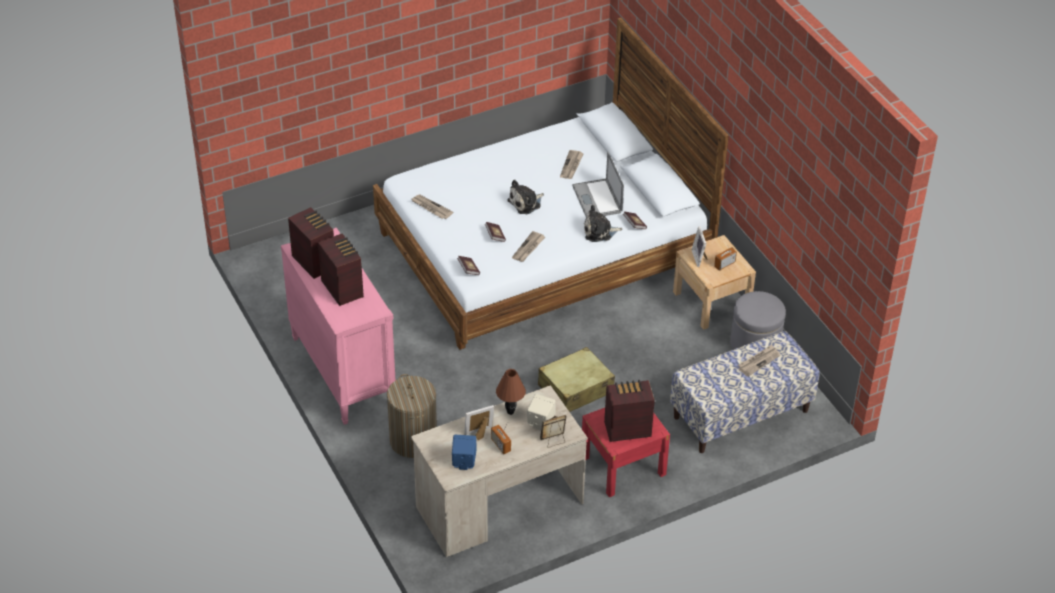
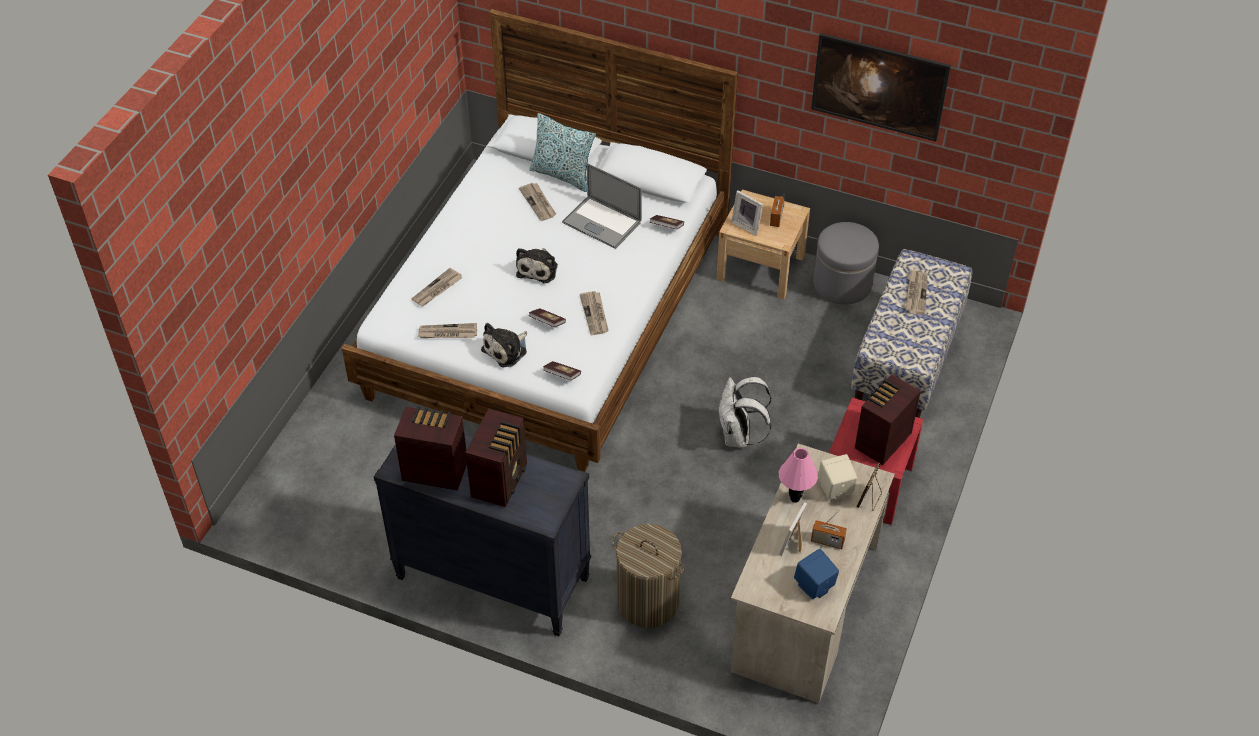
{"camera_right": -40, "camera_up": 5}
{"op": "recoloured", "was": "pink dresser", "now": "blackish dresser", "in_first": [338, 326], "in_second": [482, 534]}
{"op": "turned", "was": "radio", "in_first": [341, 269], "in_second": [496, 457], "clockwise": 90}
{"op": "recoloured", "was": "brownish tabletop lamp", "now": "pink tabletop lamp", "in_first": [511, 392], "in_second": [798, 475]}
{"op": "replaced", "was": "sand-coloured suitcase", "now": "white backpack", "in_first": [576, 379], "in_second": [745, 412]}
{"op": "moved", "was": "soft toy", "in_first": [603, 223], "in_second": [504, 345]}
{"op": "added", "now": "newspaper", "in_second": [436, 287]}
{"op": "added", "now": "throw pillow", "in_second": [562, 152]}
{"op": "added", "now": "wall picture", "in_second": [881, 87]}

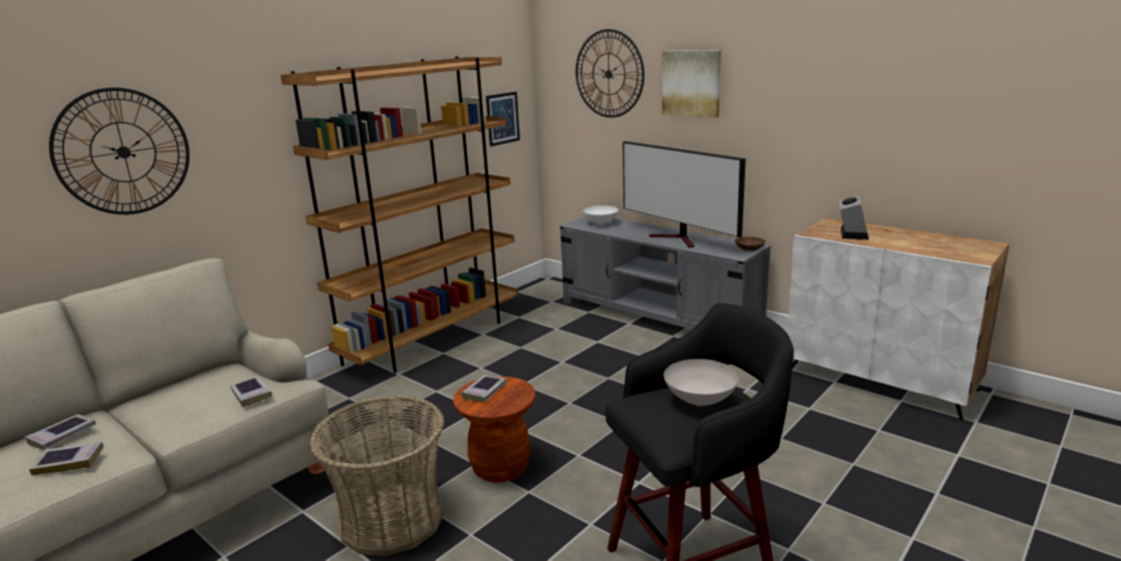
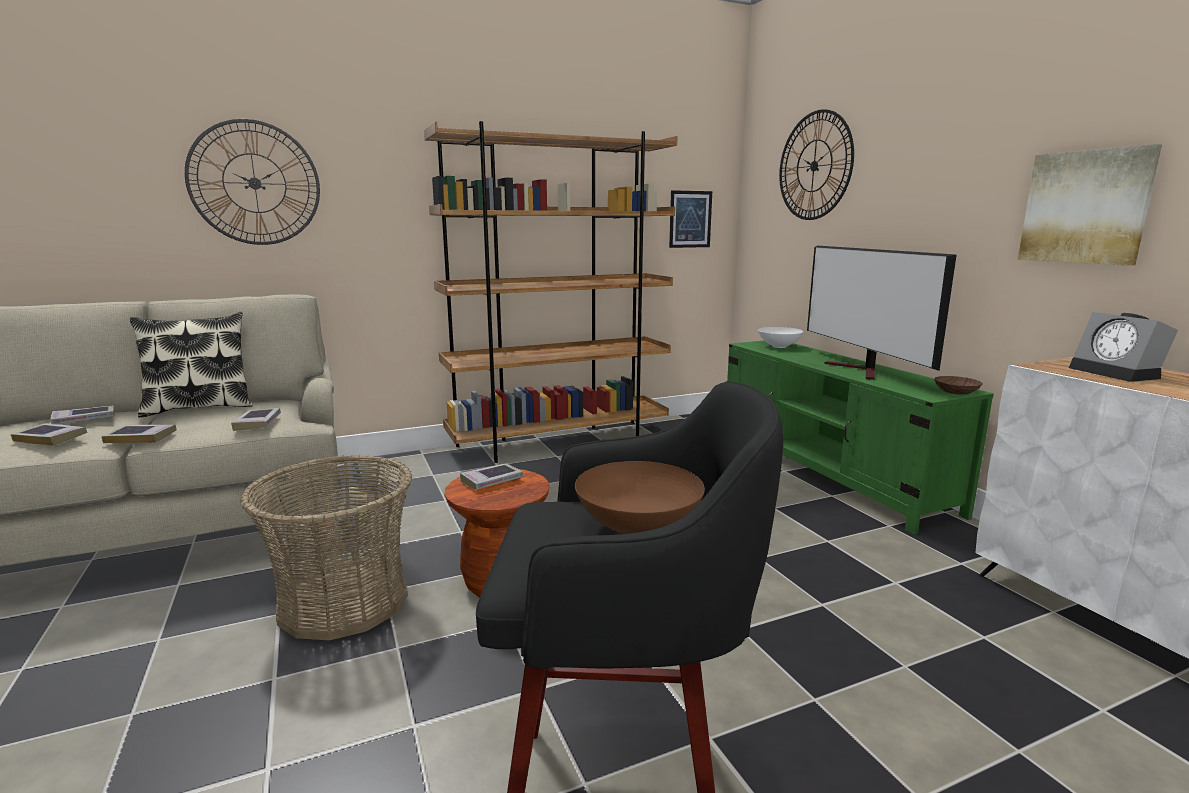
{"camera_right": 25, "camera_up": -5}
{"op": "recoloured", "was": "gray media console", "now": "green media console", "in_first": [665, 273], "in_second": [860, 437]}
{"op": "moved", "was": "wall picture", "in_first": [691, 84], "in_second": [1090, 204]}
{"op": "recoloured", "was": "white bowl", "now": "brownish bowl", "in_first": [701, 382], "in_second": [640, 497]}
{"op": "turned", "was": "alarm clock", "in_first": [854, 217], "in_second": [1123, 347], "clockwise": 120}
{"op": "added", "now": "book", "in_second": [139, 434]}
{"op": "added", "now": "throw pillow", "in_second": [191, 364]}

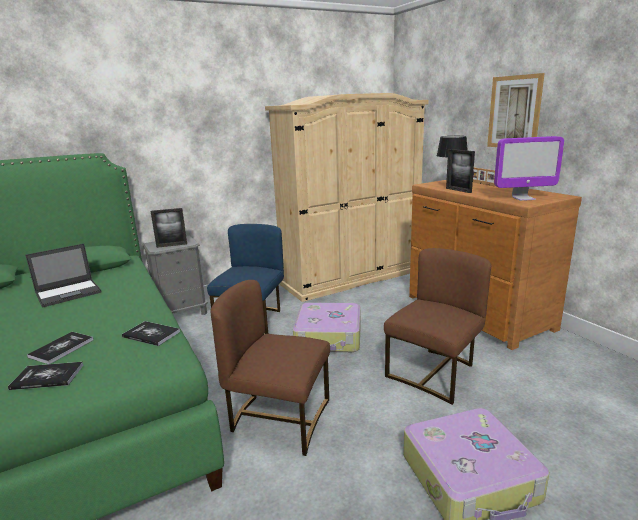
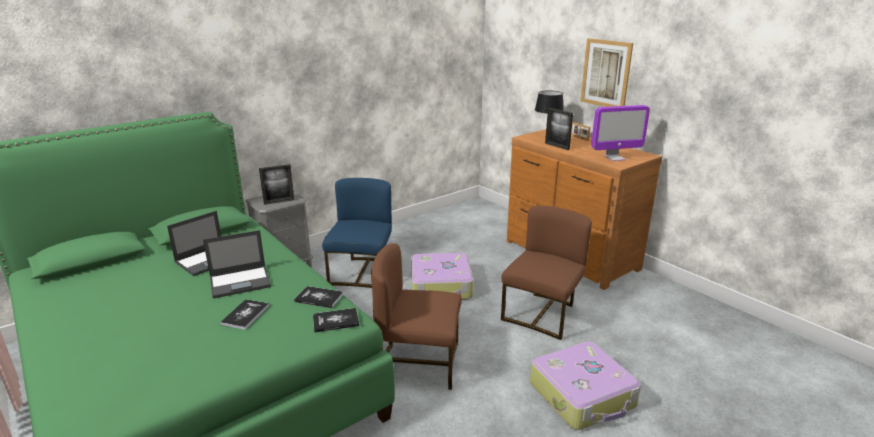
{"camera_right": -10, "camera_up": 5}
{"op": "moved", "was": "book", "in_first": [45, 376], "in_second": [336, 320]}
{"op": "removed", "was": "sand-coloured clothes cupboard", "in_first": [347, 197]}
{"op": "added", "now": "laptop", "in_second": [237, 264]}

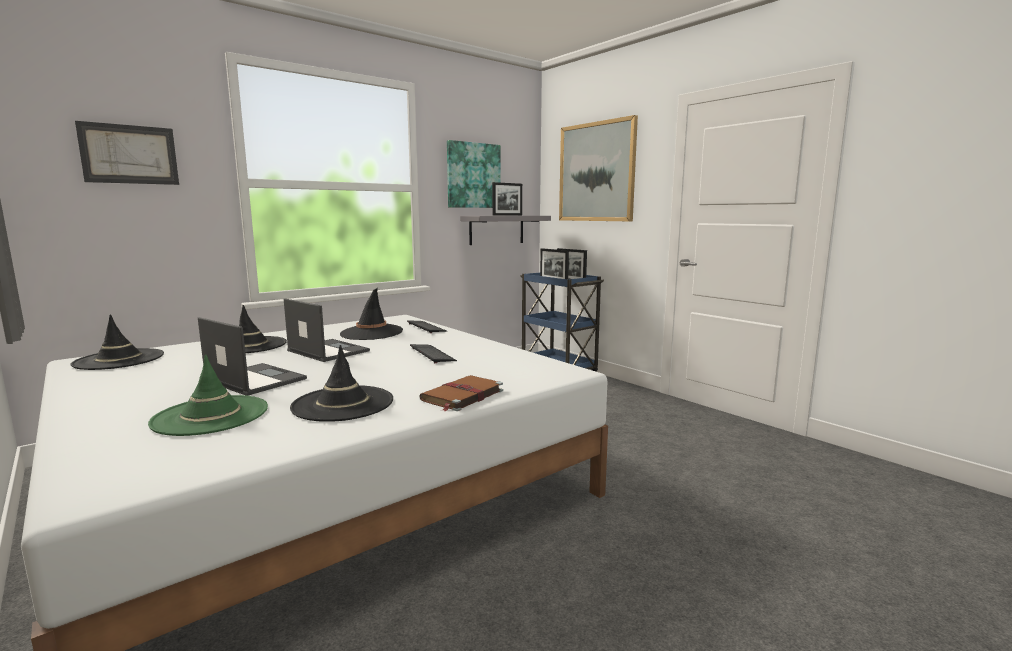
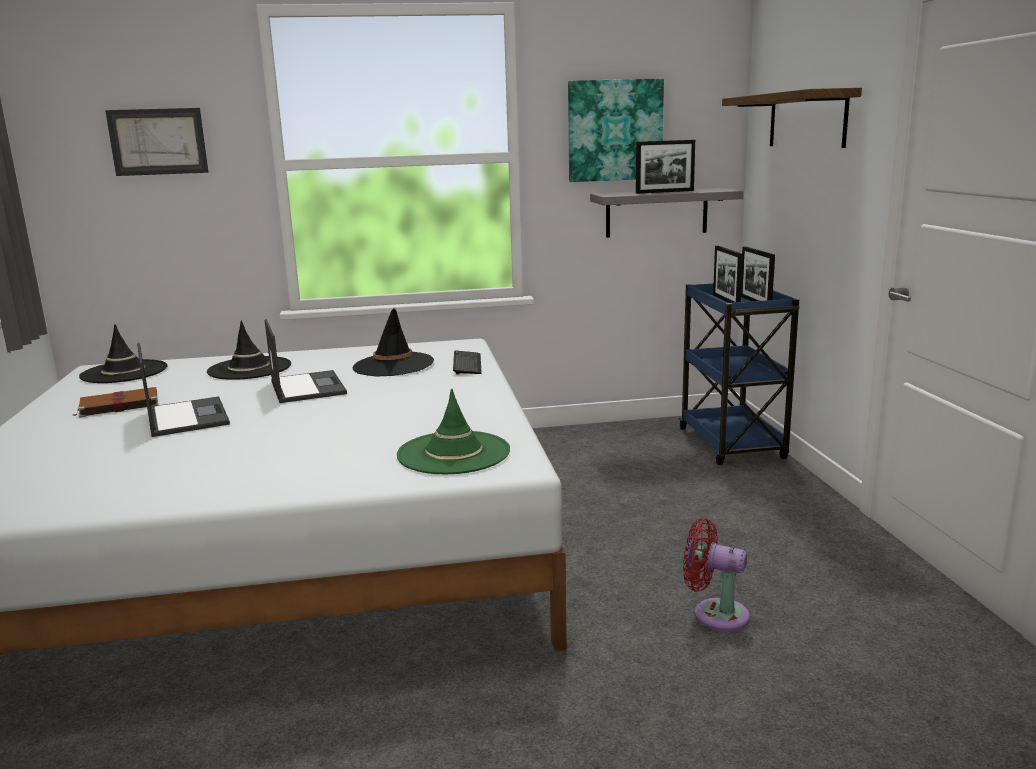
{"camera_right": 30, "camera_up": 5}
{"op": "moved", "was": "green clothing hat", "in_first": [208, 395], "in_second": [453, 431]}
{"op": "removed", "was": "blackish clothing hat", "in_first": [341, 383]}
{"op": "removed", "was": "PC keyboard", "in_first": [433, 354]}
{"op": "moved", "was": "brownish book", "in_first": [461, 393], "in_second": [115, 402]}
{"op": "replaced", "was": "wall picture", "now": "shelf", "in_first": [598, 168], "in_second": [792, 118]}
{"op": "added", "now": "reddish cooling fan", "in_second": [716, 574]}

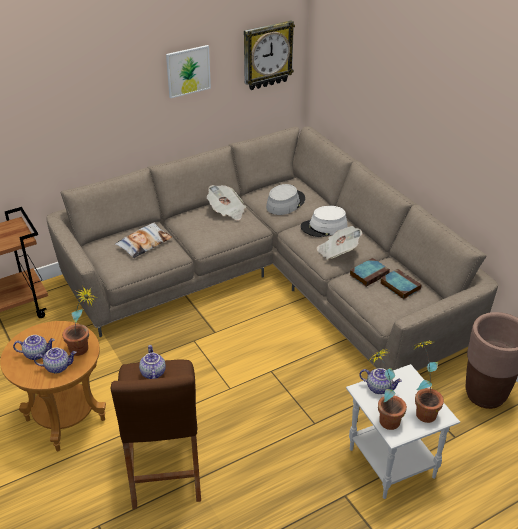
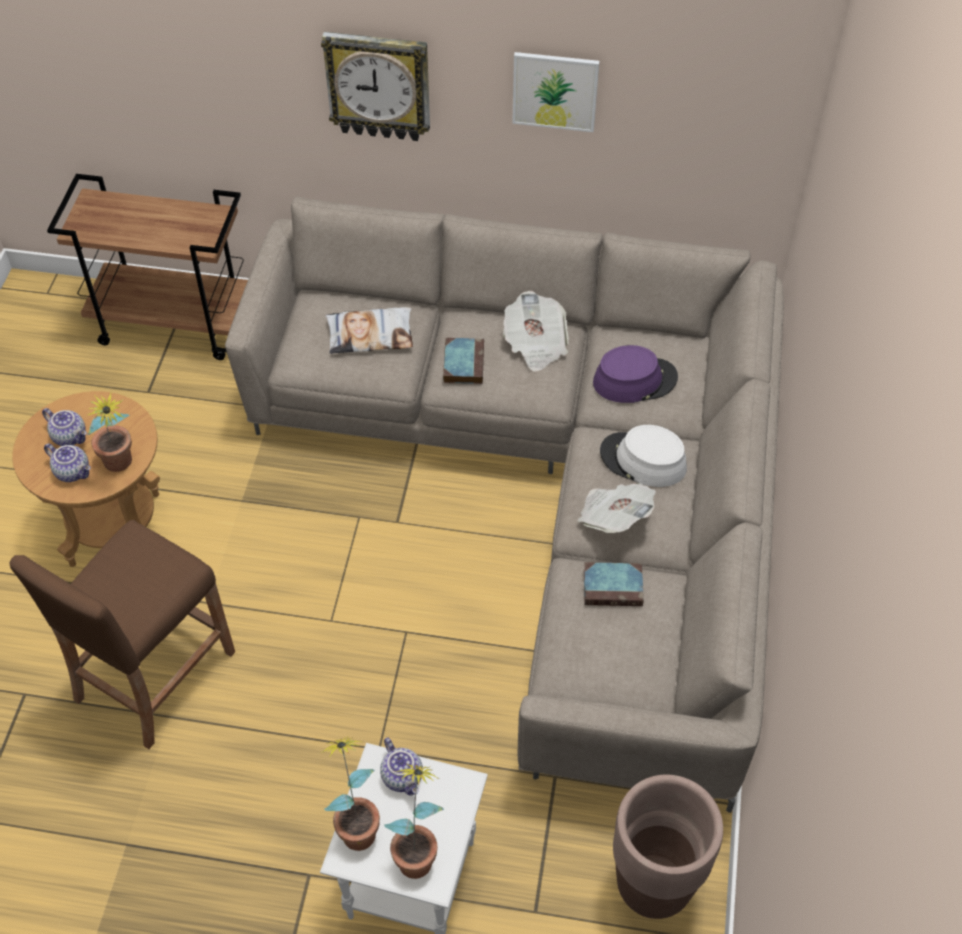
{"camera_right": 40, "camera_up": 15}
{"op": "removed", "was": "teapot", "in_first": [152, 362]}
{"op": "moved", "was": "wall clock", "in_first": [269, 55], "in_second": [375, 86]}
{"op": "recoloured", "was": "gray clothing hat", "now": "purple-coloured clothing hat", "in_first": [285, 199], "in_second": [635, 374]}
{"op": "moved", "was": "book", "in_first": [401, 284], "in_second": [463, 361]}

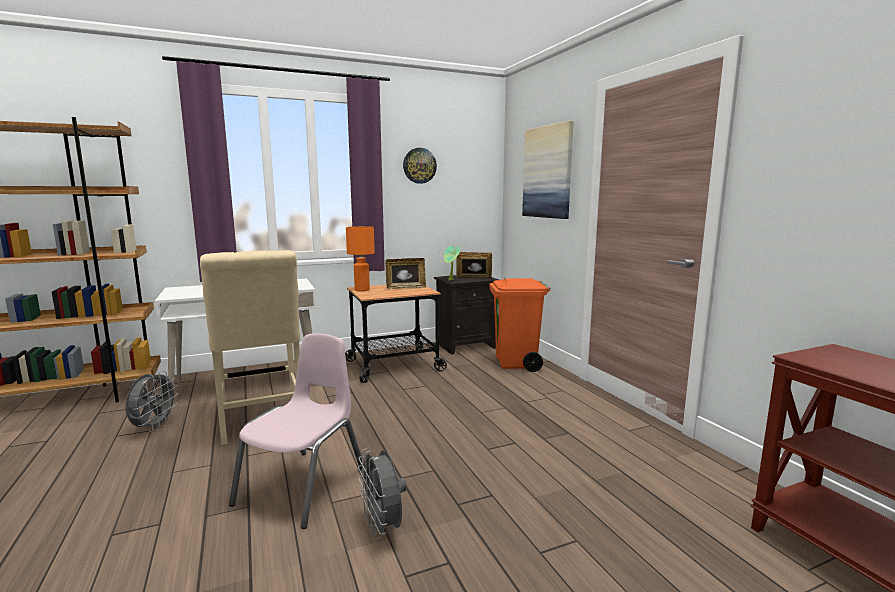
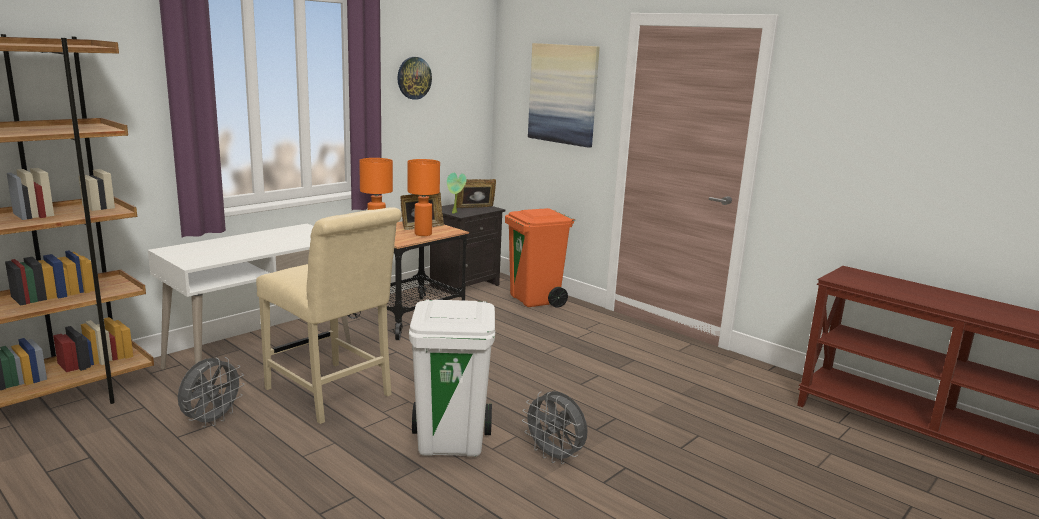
{"camera_right": -25, "camera_up": 5}
{"op": "turned", "was": "gray cooling fan", "in_first": [152, 401], "in_second": [211, 392], "clockwise": 45}
{"op": "replaced", "was": "pink chair", "now": "white trash can", "in_first": [296, 431], "in_second": [452, 378]}
{"op": "added", "now": "orangey tabletop lamp", "in_second": [424, 197]}

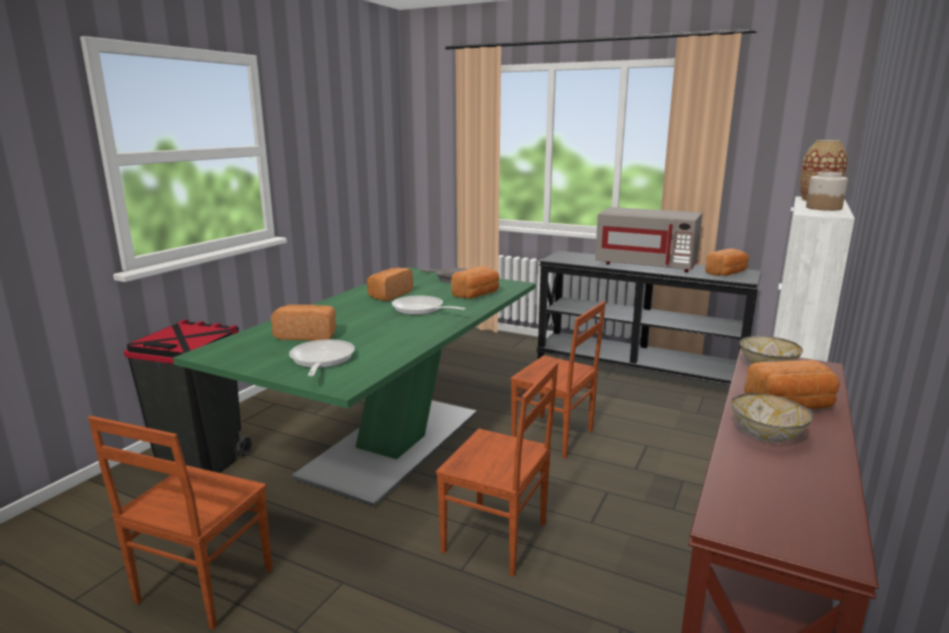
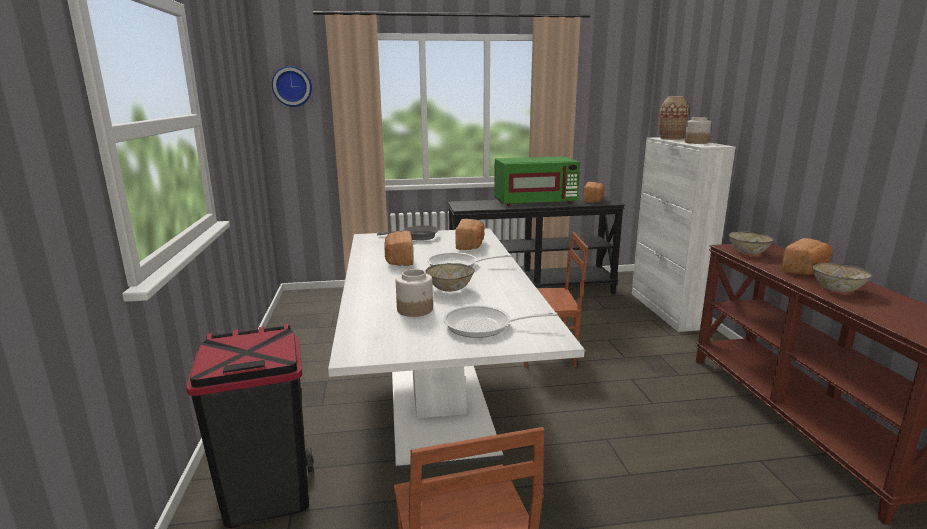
{"camera_right": -35, "camera_up": 0}
{"op": "recoloured", "was": "green dining table", "now": "white dining table", "in_first": [354, 387], "in_second": [456, 349]}
{"op": "replaced", "was": "bread", "now": "storage jar", "in_first": [303, 323], "in_second": [414, 293]}
{"op": "turned", "was": "pan", "in_first": [322, 357], "in_second": [500, 321], "clockwise": -45}
{"op": "removed", "was": "brownish chair", "in_first": [497, 469]}
{"op": "recoloured", "was": "gray microwave oven", "now": "green microwave oven", "in_first": [648, 240], "in_second": [537, 181]}
{"op": "added", "now": "wall clock", "in_second": [292, 86]}
{"op": "added", "now": "bowl", "in_second": [450, 277]}

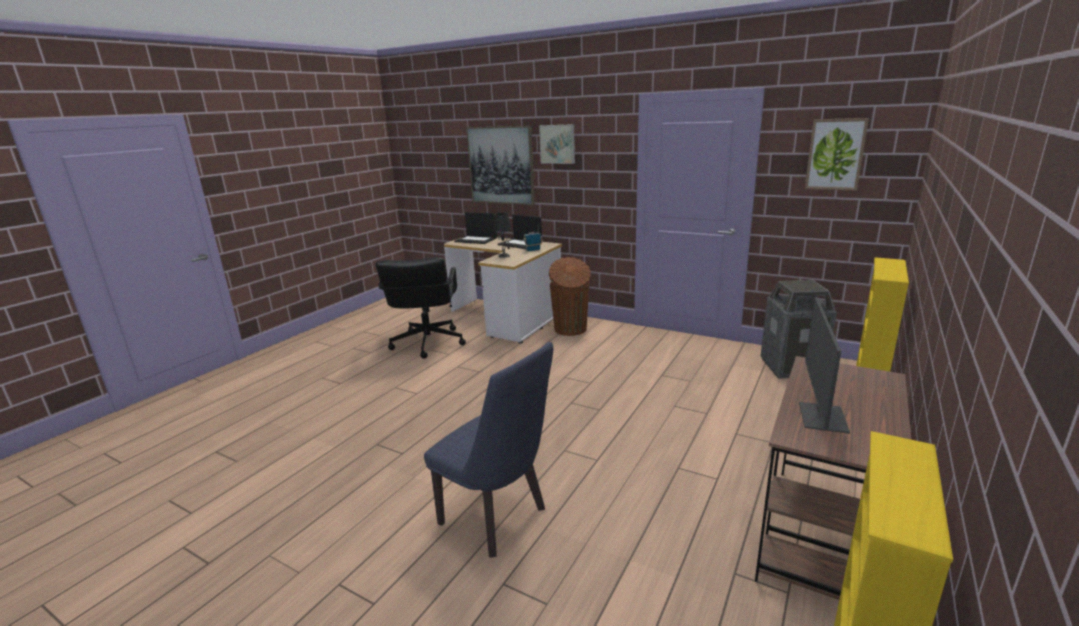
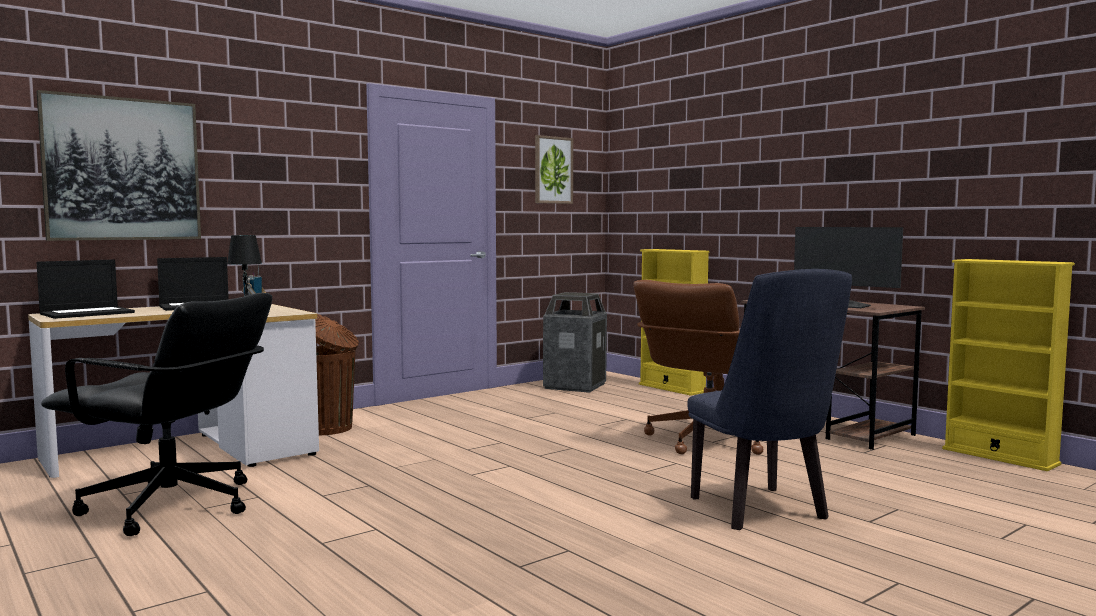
{"camera_right": -70, "camera_up": -15}
{"op": "turned", "was": "bluish chair", "in_first": [488, 450], "in_second": [769, 399], "clockwise": 105}
{"op": "removed", "was": "wall picture", "in_first": [557, 144]}
{"op": "added", "now": "brownish desk chair", "in_second": [698, 367]}

